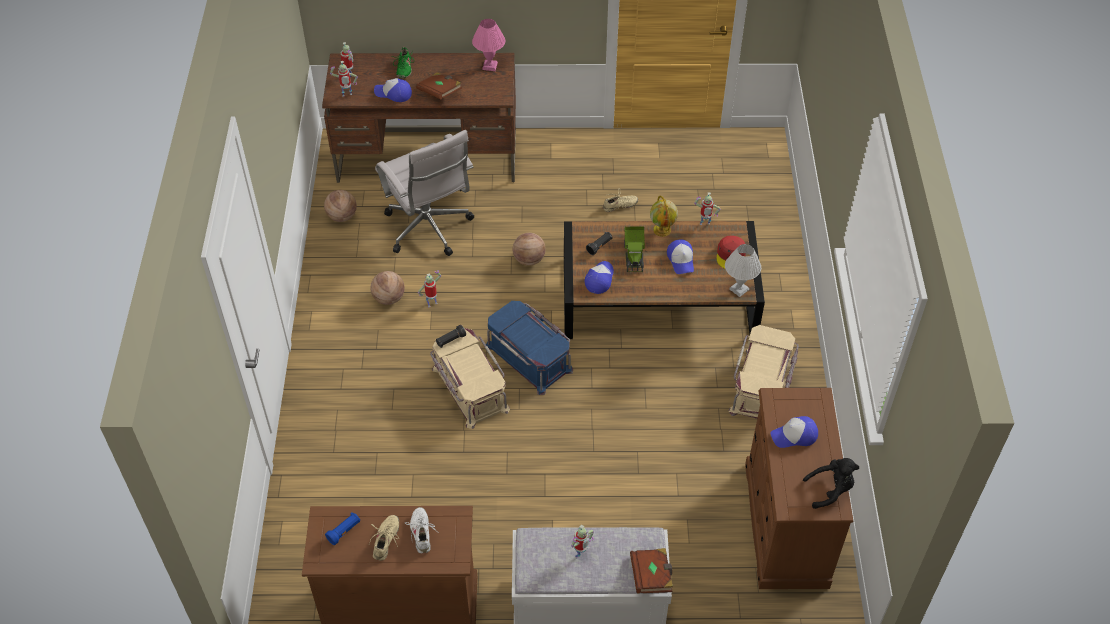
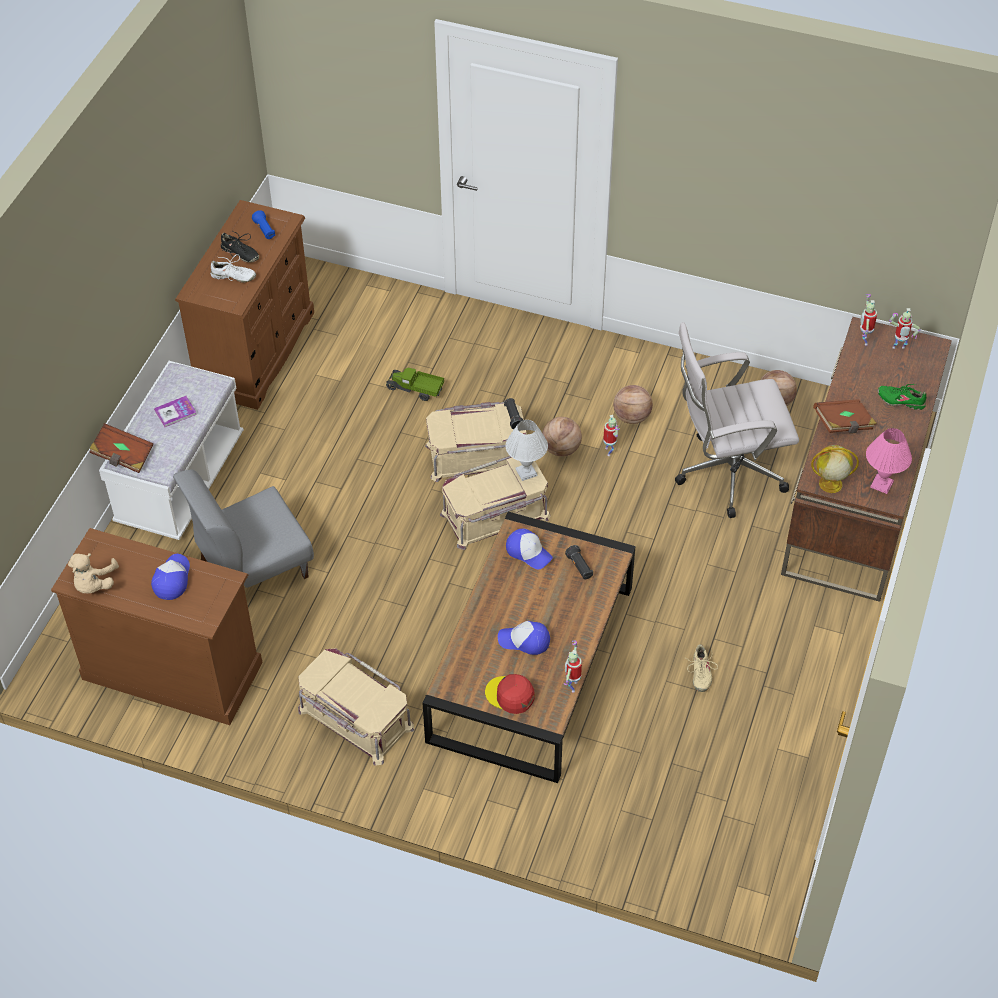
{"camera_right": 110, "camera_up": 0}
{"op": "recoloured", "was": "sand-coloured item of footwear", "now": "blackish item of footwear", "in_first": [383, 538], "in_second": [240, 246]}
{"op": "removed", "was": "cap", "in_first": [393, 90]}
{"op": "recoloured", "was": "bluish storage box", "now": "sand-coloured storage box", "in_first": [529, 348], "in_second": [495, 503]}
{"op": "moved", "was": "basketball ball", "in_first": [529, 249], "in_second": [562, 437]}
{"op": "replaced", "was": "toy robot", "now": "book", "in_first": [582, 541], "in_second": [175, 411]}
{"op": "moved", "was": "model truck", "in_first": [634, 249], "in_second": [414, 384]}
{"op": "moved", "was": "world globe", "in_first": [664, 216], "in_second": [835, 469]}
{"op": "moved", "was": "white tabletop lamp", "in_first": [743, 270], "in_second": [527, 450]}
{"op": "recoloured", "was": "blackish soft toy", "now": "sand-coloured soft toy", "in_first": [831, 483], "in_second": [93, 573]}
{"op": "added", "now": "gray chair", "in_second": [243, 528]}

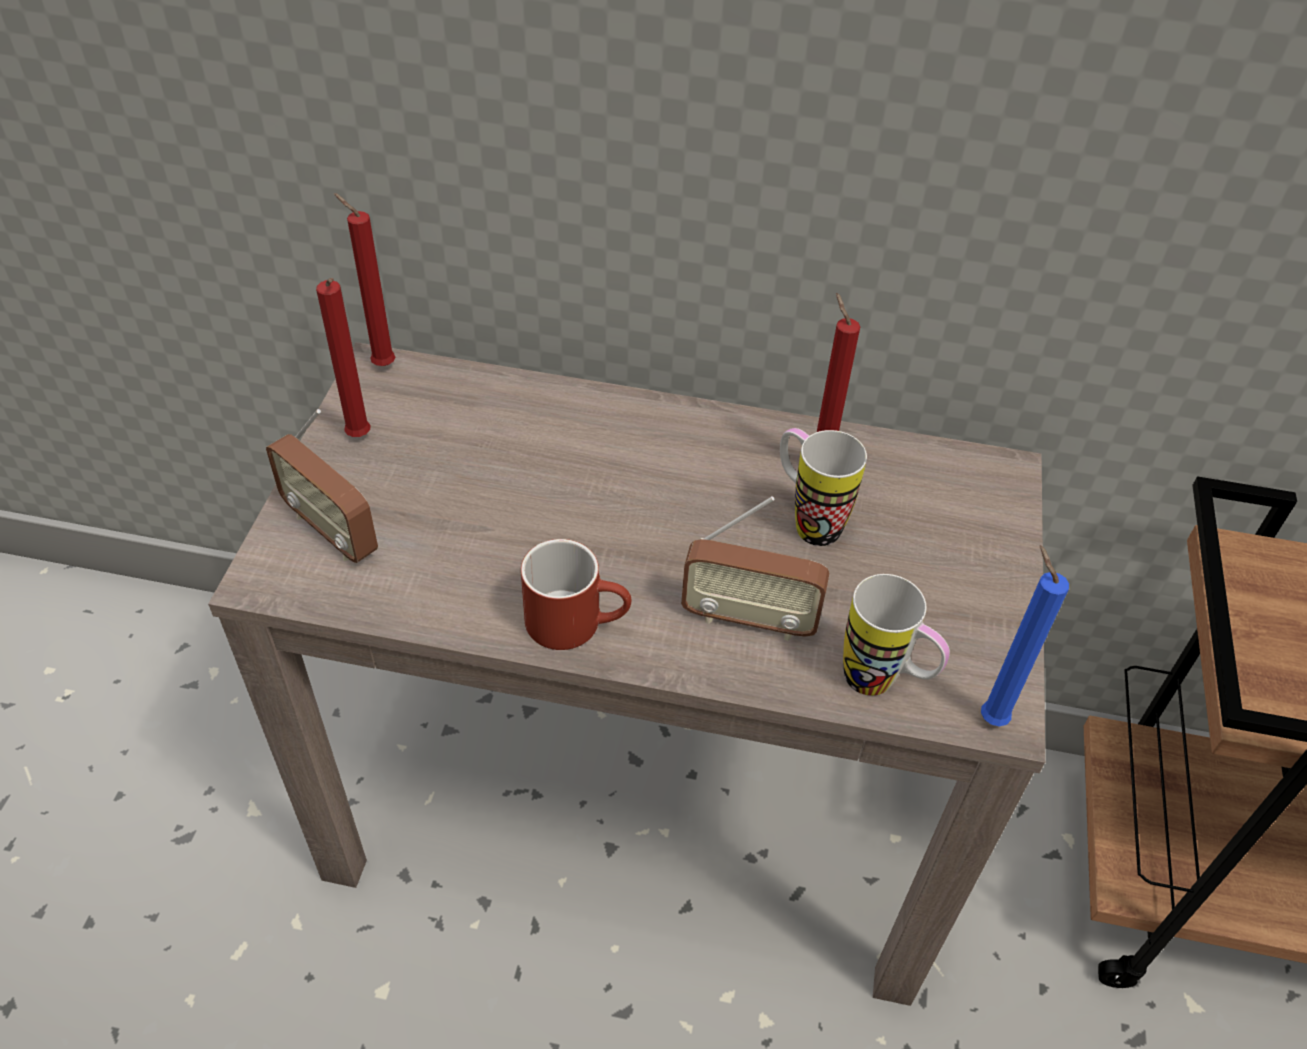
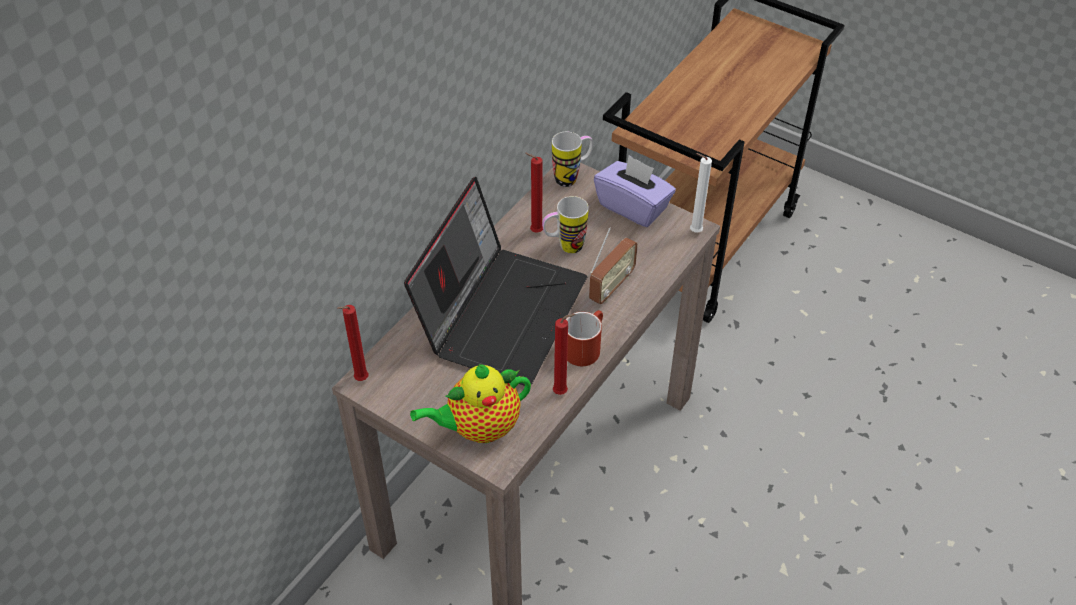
{"camera_right": -65, "camera_up": 0}
{"op": "replaced", "was": "radio", "now": "teapot", "in_first": [322, 486], "in_second": [470, 403]}
{"op": "moved", "was": "reddish candle", "in_first": [343, 357], "in_second": [564, 354]}
{"op": "moved", "was": "mug", "in_first": [896, 635], "in_second": [572, 159]}
{"op": "recoloured", "was": "bluish candle", "now": "white candle", "in_first": [1025, 636], "in_second": [701, 193]}
{"op": "added", "now": "laptop", "in_second": [496, 281]}
{"op": "added", "now": "purple-coloured box of tissues", "in_second": [635, 191]}

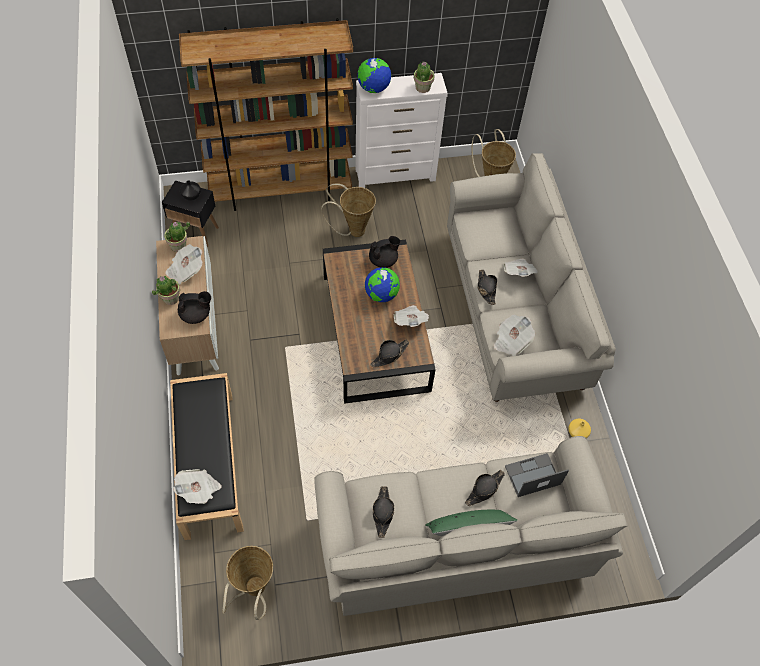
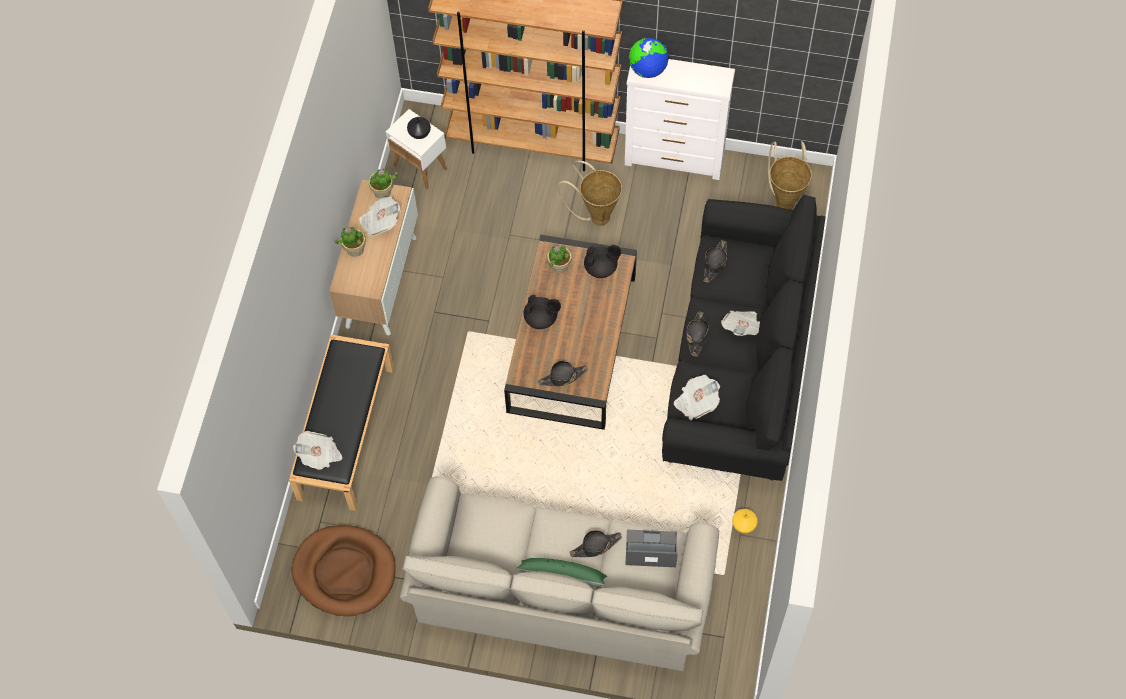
{"camera_right": 25, "camera_up": 5}
{"op": "recoloured", "was": "blackish side table", "now": "white side table", "in_first": [190, 213], "in_second": [416, 149]}
{"op": "moved", "was": "blackish teapot", "in_first": [194, 307], "in_second": [542, 312]}
{"op": "replaced", "was": "storage basket", "now": "brownish pet bed", "in_first": [247, 583], "in_second": [343, 570]}
{"op": "removed", "was": "world globe", "in_first": [382, 284]}
{"op": "moved", "was": "blackish clothing hat", "in_first": [383, 512], "in_second": [715, 261]}
{"op": "removed", "was": "newspaper", "in_first": [411, 316]}
{"op": "moved", "was": "plant in a pot", "in_first": [424, 77], "in_second": [559, 259]}
{"op": "recoloured", "was": "sand-coloured couch", "now": "blackish couch", "in_first": [531, 277], "in_second": [744, 338]}

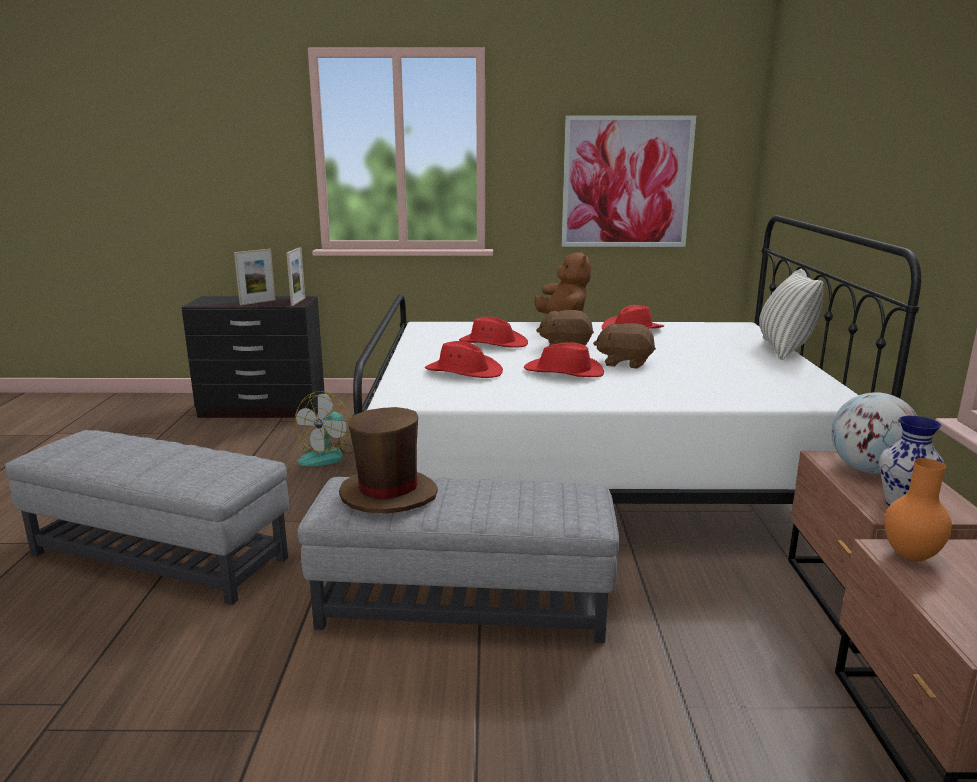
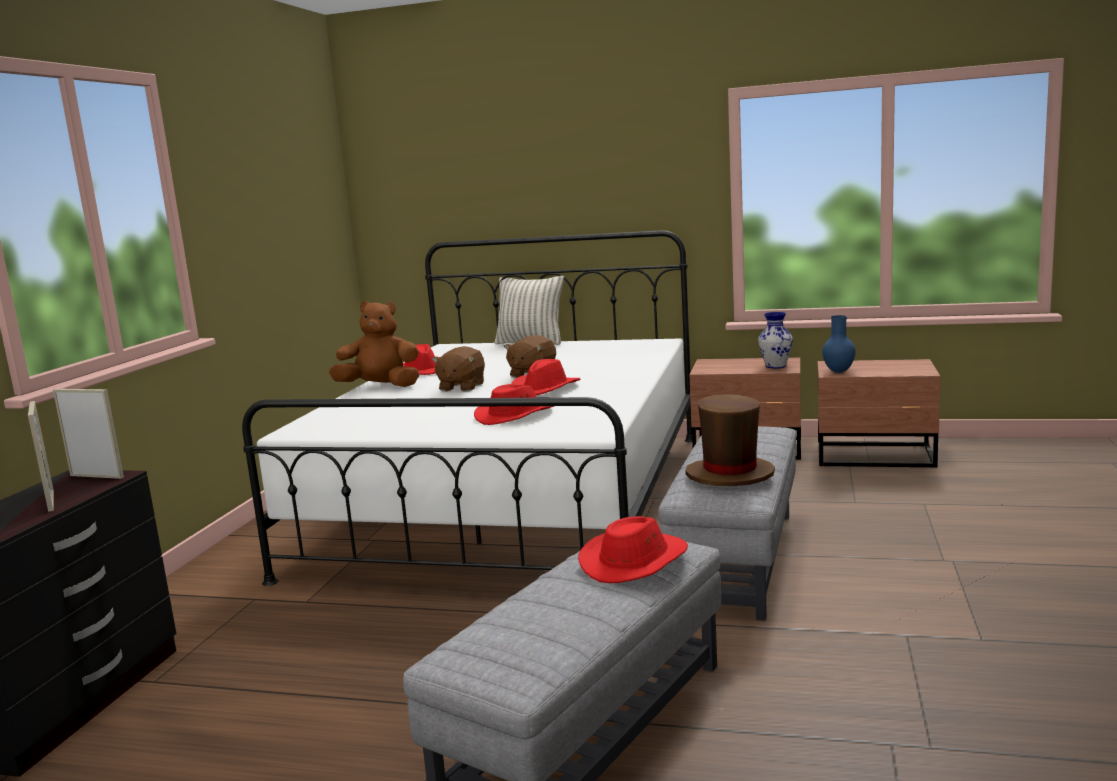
{"camera_right": -75, "camera_up": -5}
{"op": "removed", "was": "cooling fan", "in_first": [324, 428]}
{"op": "moved", "was": "reddish clothing hat", "in_first": [493, 332], "in_second": [633, 549]}
{"op": "removed", "was": "wall picture", "in_first": [628, 181]}
{"op": "removed", "was": "world globe", "in_first": [874, 433]}
{"op": "recoloured", "was": "orangey flower vase", "now": "bluish flower vase", "in_first": [918, 509], "in_second": [839, 344]}

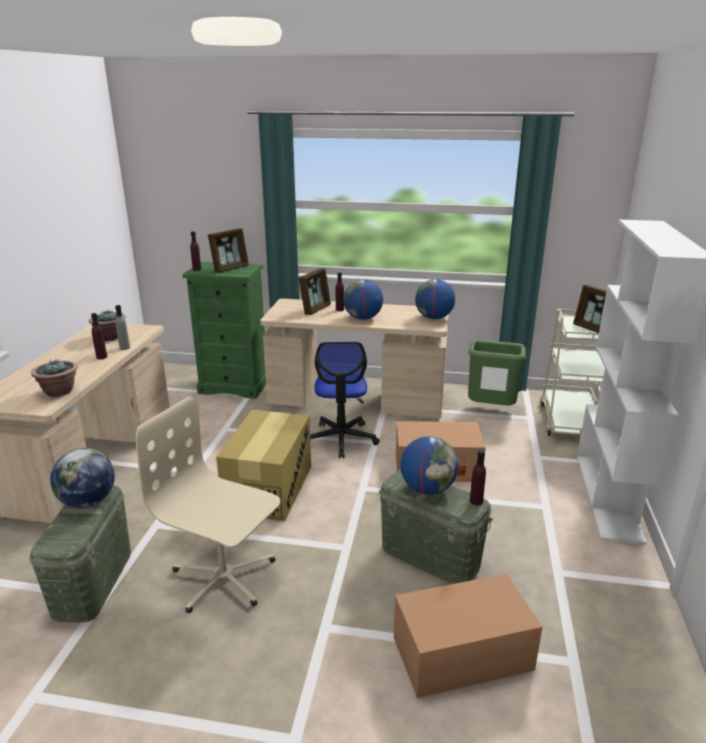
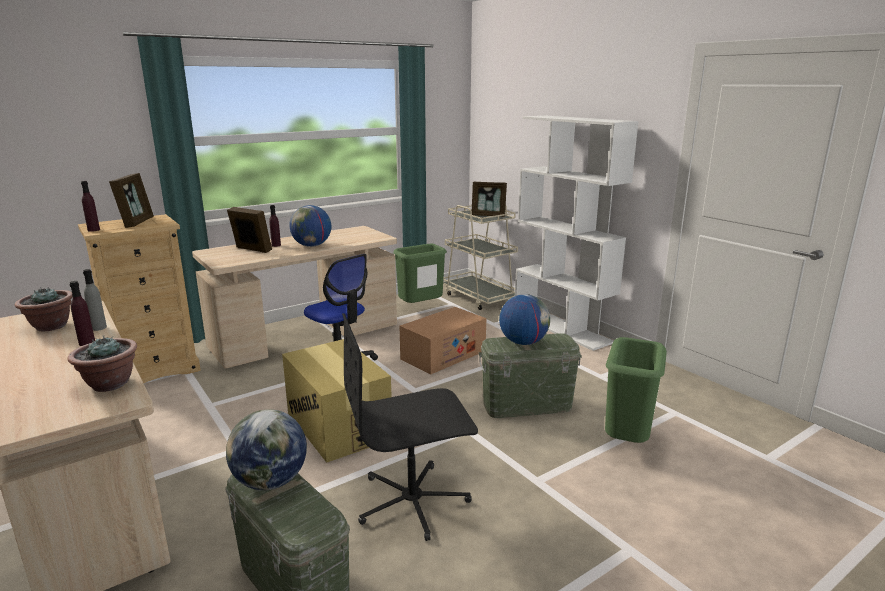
{"camera_right": -45, "camera_up": -5}
{"op": "recoloured", "was": "sand-coloured desk chair", "now": "blackish desk chair", "in_first": [208, 504], "in_second": [410, 427]}
{"op": "recoloured", "was": "green dresser", "now": "sand-coloured dresser", "in_first": [224, 330], "in_second": [139, 298]}
{"op": "turned", "was": "standing frame", "in_first": [315, 291], "in_second": [249, 230], "clockwise": -45}
{"op": "replaced", "was": "packing box", "now": "green trash can", "in_first": [468, 636], "in_second": [636, 390]}
{"op": "removed", "was": "world globe", "in_first": [435, 299]}
{"op": "removed", "was": "purple-coloured drink bottle", "in_first": [478, 478]}

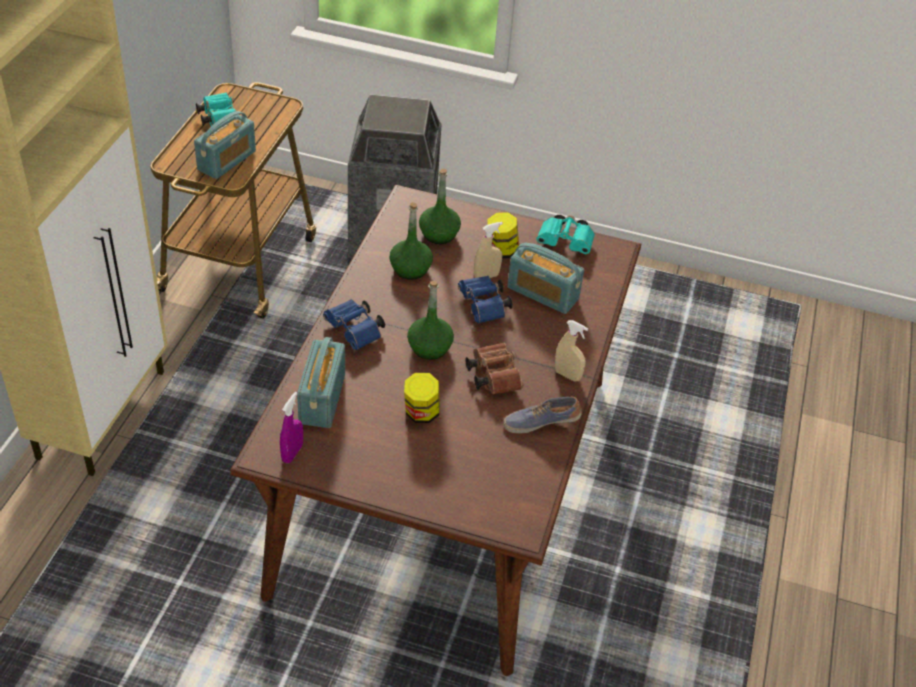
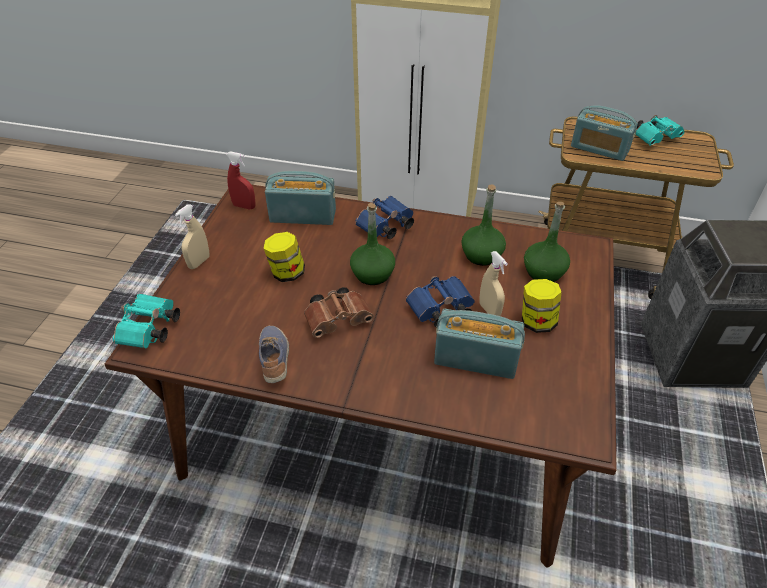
{"camera_right": 90, "camera_up": 0}
{"op": "recoloured", "was": "purple-coloured sprayer", "now": "reddish sprayer", "in_first": [291, 427], "in_second": [240, 180]}
{"op": "turned", "was": "radio", "in_first": [545, 278], "in_second": [479, 344], "clockwise": 75}
{"op": "moved", "was": "turquoise-coloured field glasses", "in_first": [565, 234], "in_second": [146, 321]}
{"op": "moved", "was": "sand-coloured sprayer", "in_first": [571, 351], "in_second": [192, 236]}

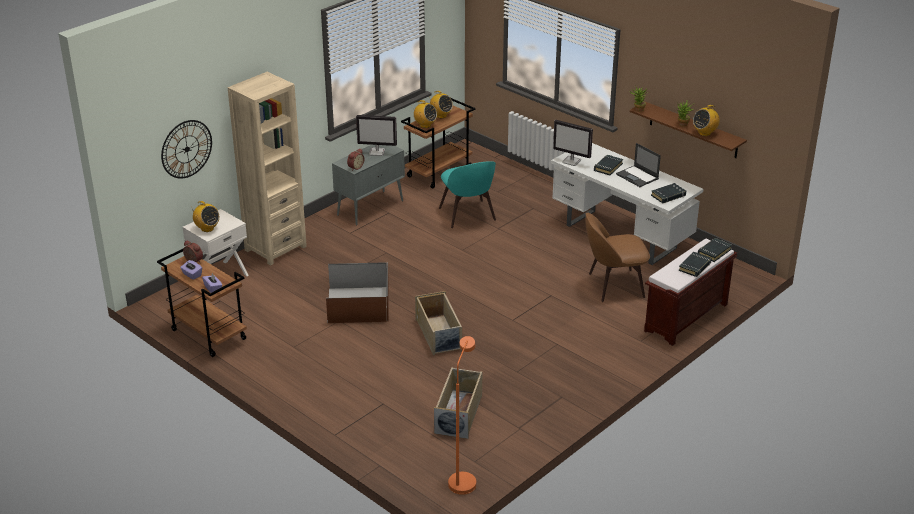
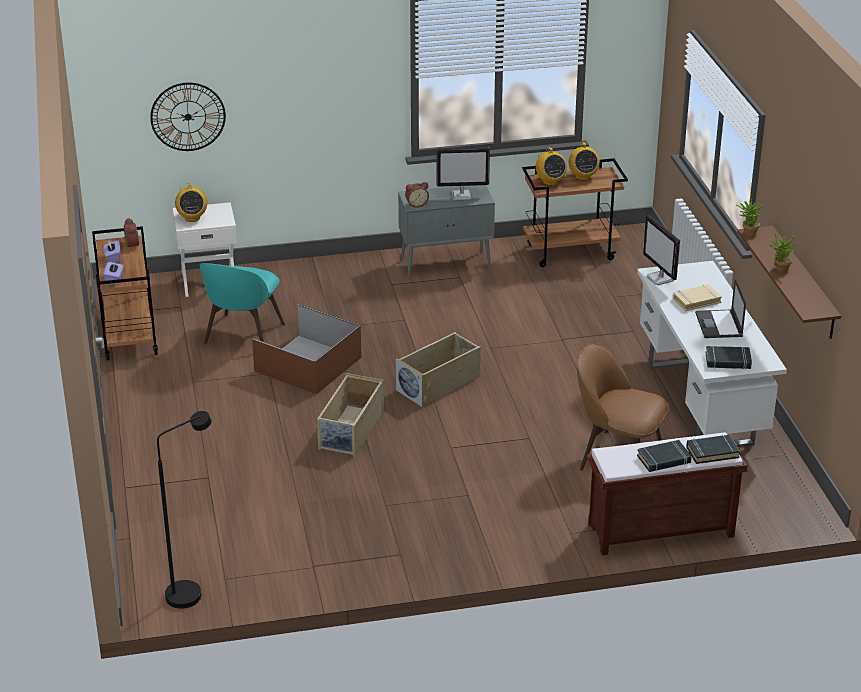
{"camera_right": 35, "camera_up": 0}
{"op": "removed", "was": "sand-coloured bookshelf", "in_first": [267, 169]}
{"op": "turned", "was": "computer screen", "in_first": [376, 135], "in_second": [463, 173], "clockwise": -45}
{"op": "moved", "was": "sand-coloured storage box", "in_first": [458, 403], "in_second": [438, 369]}
{"op": "moved", "was": "turquoise-coloured chair", "in_first": [467, 194], "in_second": [242, 303]}
{"op": "recoloured", "was": "orangey standard lamp", "now": "blackish standard lamp", "in_first": [462, 415], "in_second": [184, 510]}
{"op": "recoloured", "was": "blackish book", "now": "sand-coloured book", "in_first": [608, 165], "in_second": [697, 297]}
{"op": "removed", "was": "radio", "in_first": [706, 120]}

